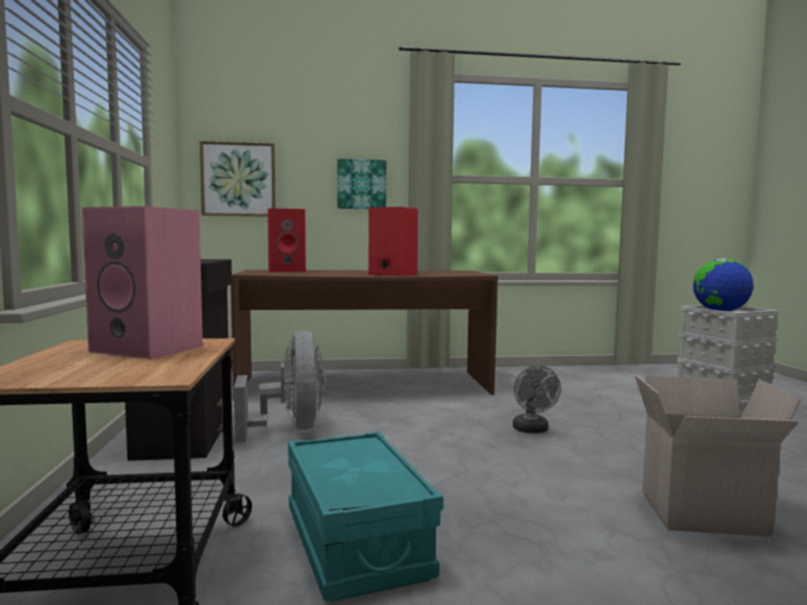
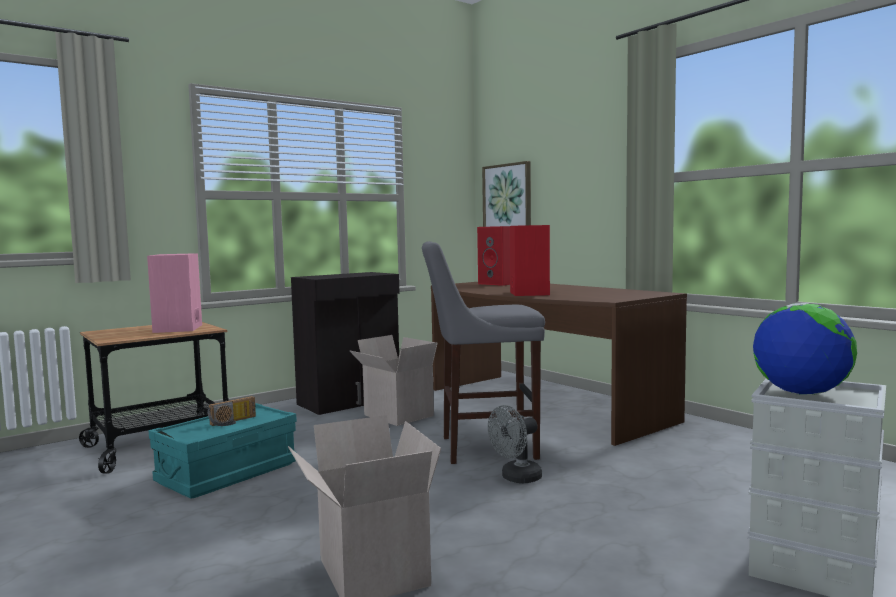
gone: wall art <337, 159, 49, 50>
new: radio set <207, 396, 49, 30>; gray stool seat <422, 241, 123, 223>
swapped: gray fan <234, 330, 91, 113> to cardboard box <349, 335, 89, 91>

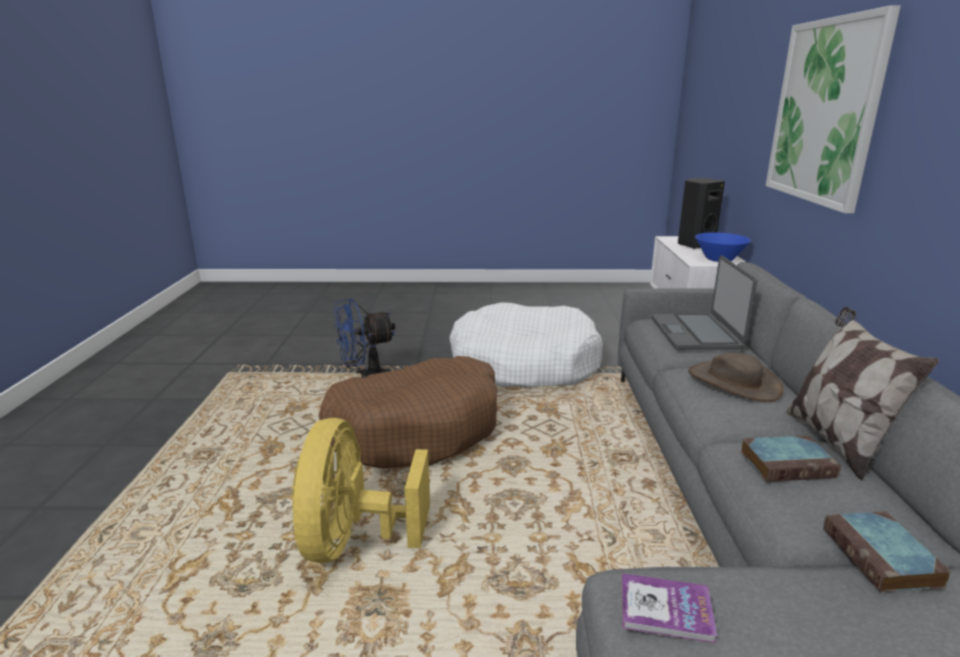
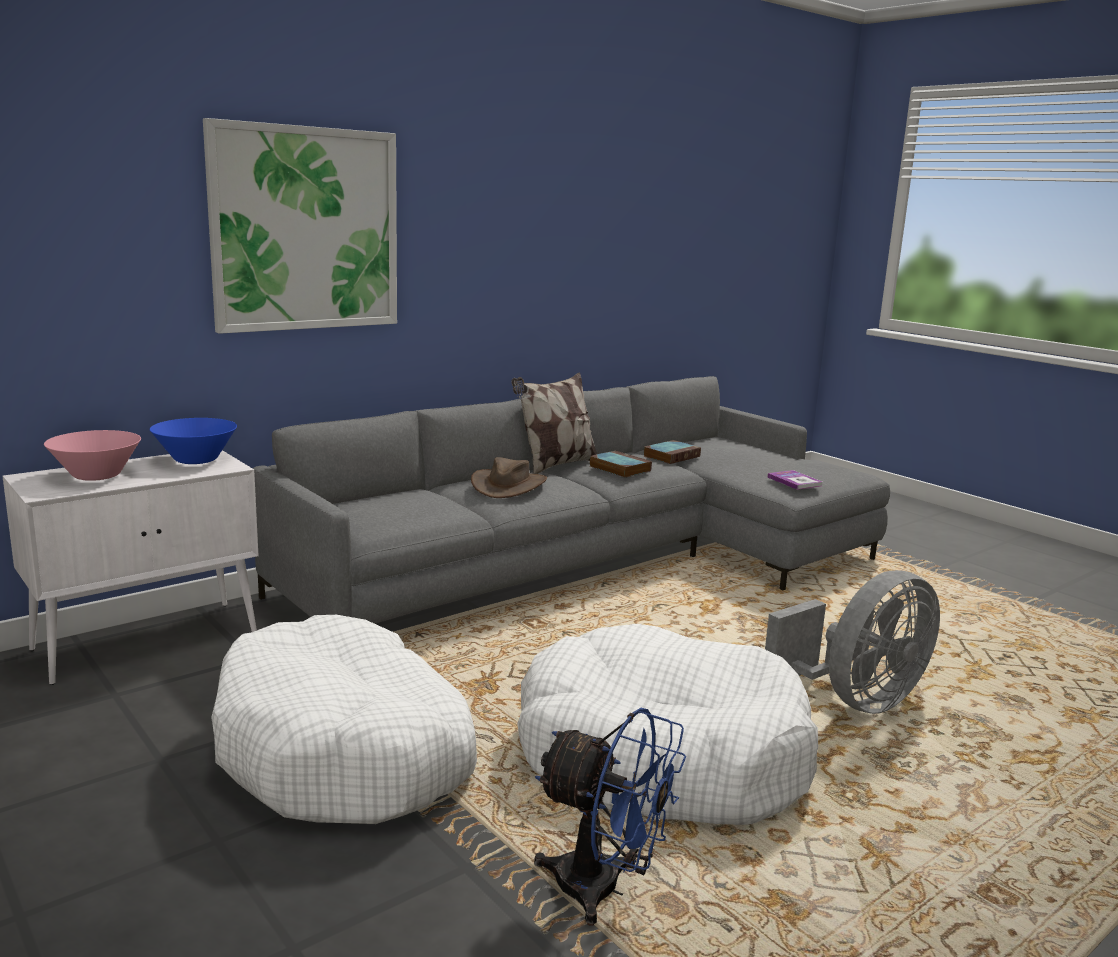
gone: portable computer <652, 255, 105, 95>
swapped: black audio speaker <678, 178, 47, 71> to pinkish serving bowl <44, 430, 97, 51>
repainted: yellowish fan <291, 418, 139, 145> to gray fan <765, 570, 175, 144>; brownish dog bed <319, 356, 178, 113> to whitish dog bed <517, 624, 301, 201>

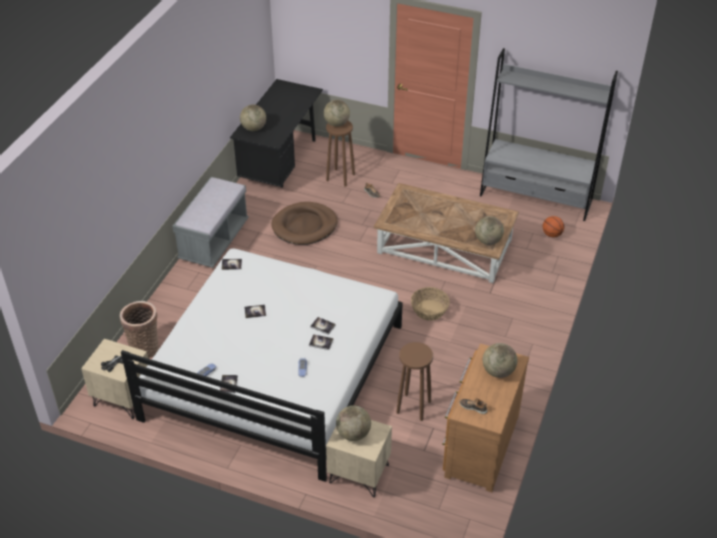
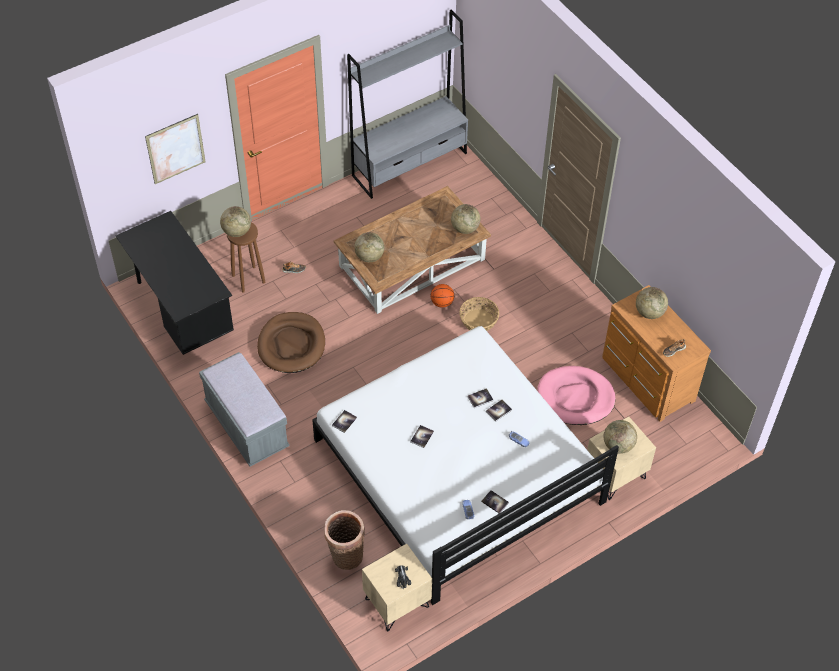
new: wall art <145, 114, 61, 70>
shifted: globe <240, 104, 26, 27> to <354, 232, 30, 30>; ball for basketball <543, 216, 21, 21> to <431, 284, 23, 24>
swapped: brownish stool seat <396, 342, 37, 79> to pinkish dog bed <537, 366, 78, 59>

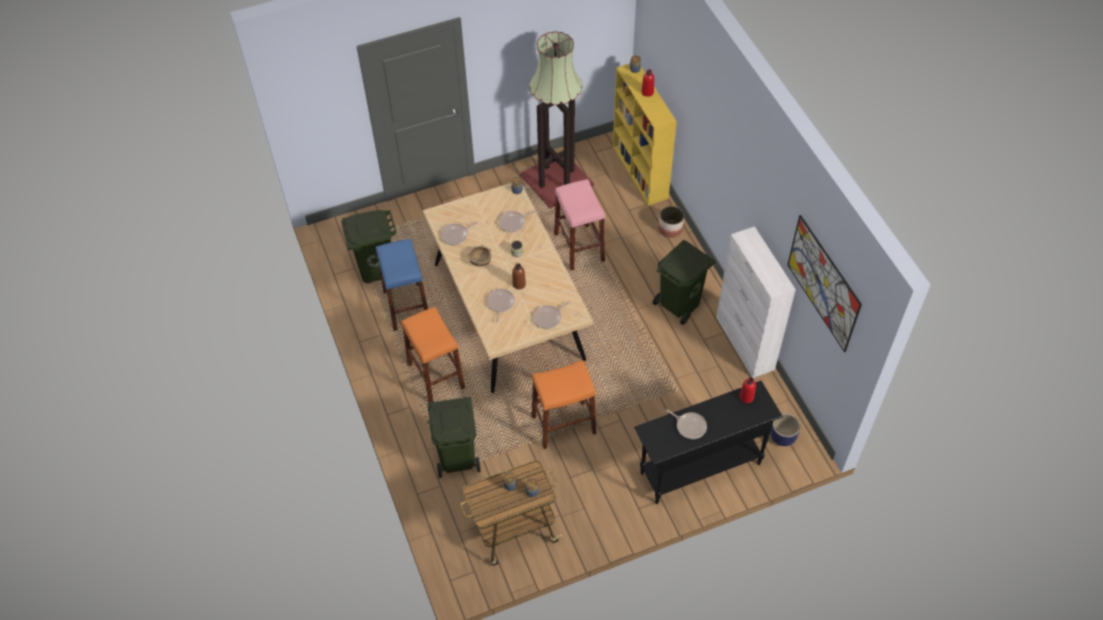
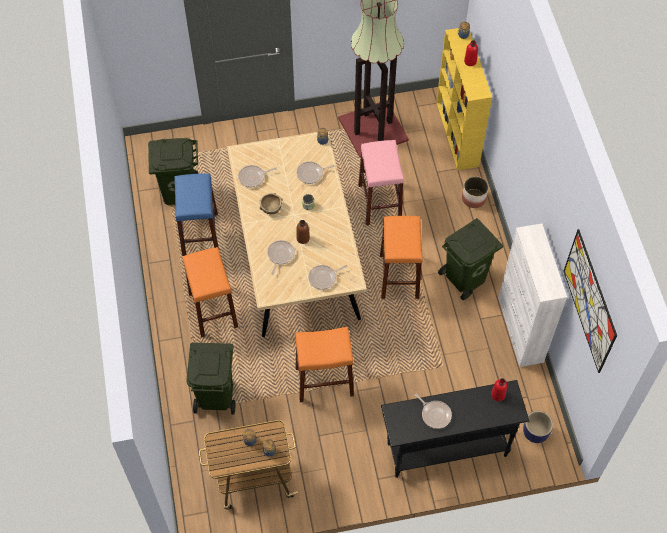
new: orange stool seat <380, 216, 43, 83>

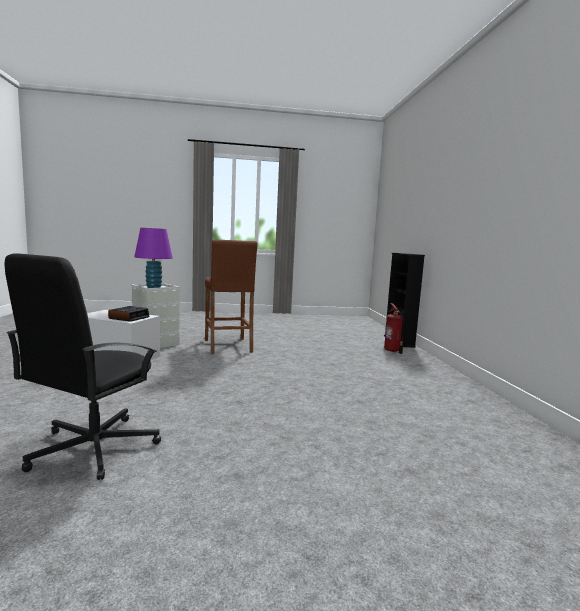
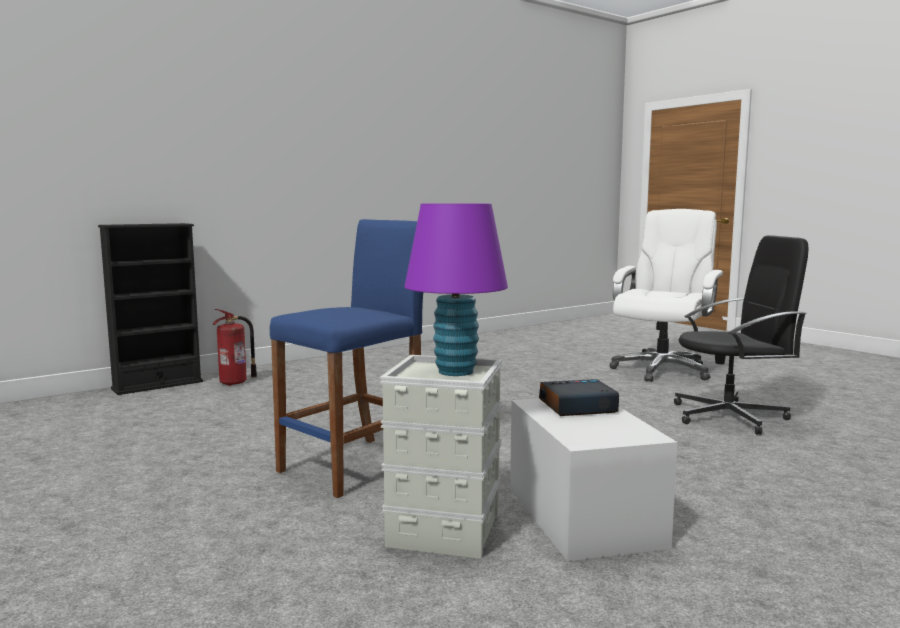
new: whitish computer chair <609, 209, 114, 173>
repainted: brownish stool seat <205, 239, 53, 115> to blue stool seat <270, 219, 153, 279>

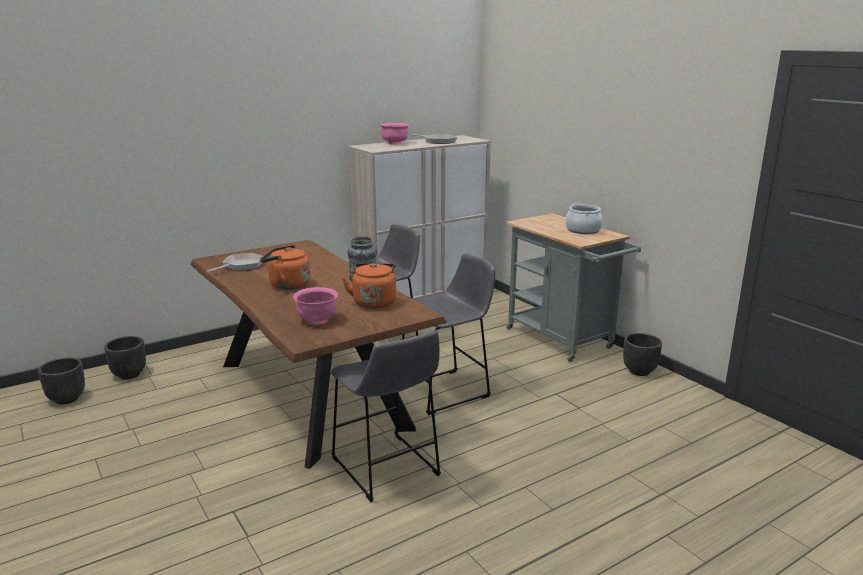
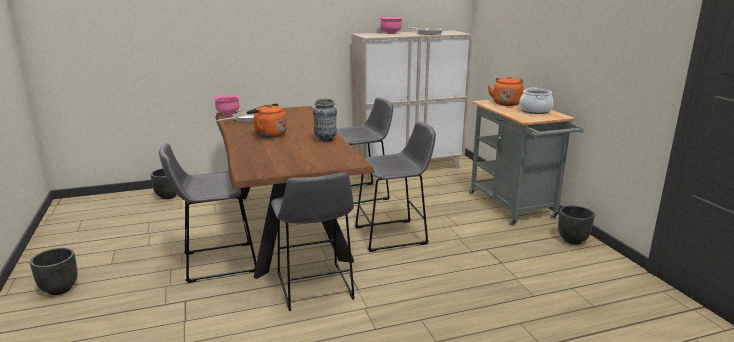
new: gray stool seat <159, 143, 98, 140>
shifted: black planter <38, 357, 47, 48> to <30, 248, 48, 47>; pinkish serving bowl <293, 287, 45, 37> to <213, 95, 27, 20>; orange kettle <342, 263, 54, 46> to <488, 76, 36, 30>

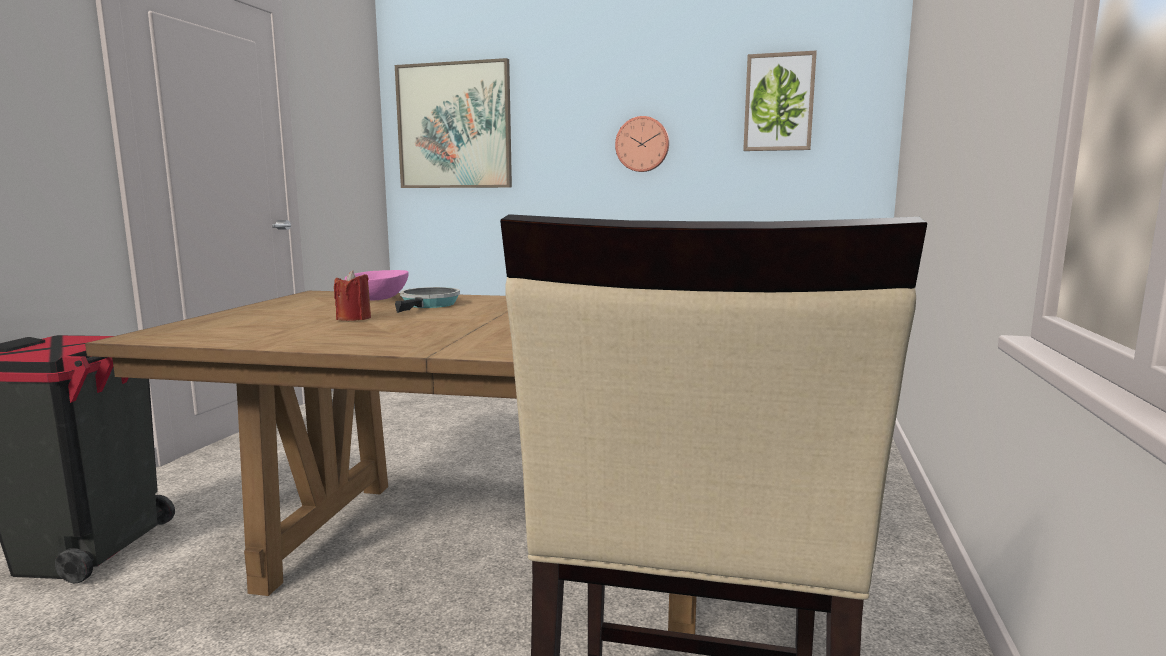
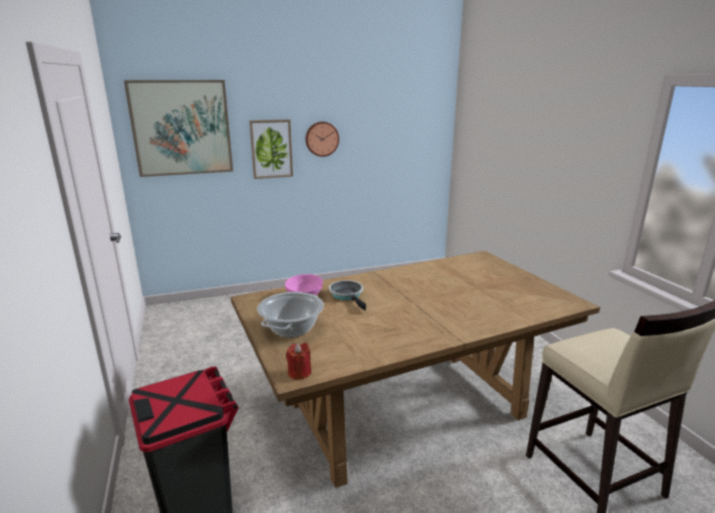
new: cooking pot <257, 292, 67, 46>
shifted: red wax candle <334, 270, 37, 51> to <286, 342, 26, 38>; wall art <743, 50, 74, 101> to <249, 119, 44, 60>

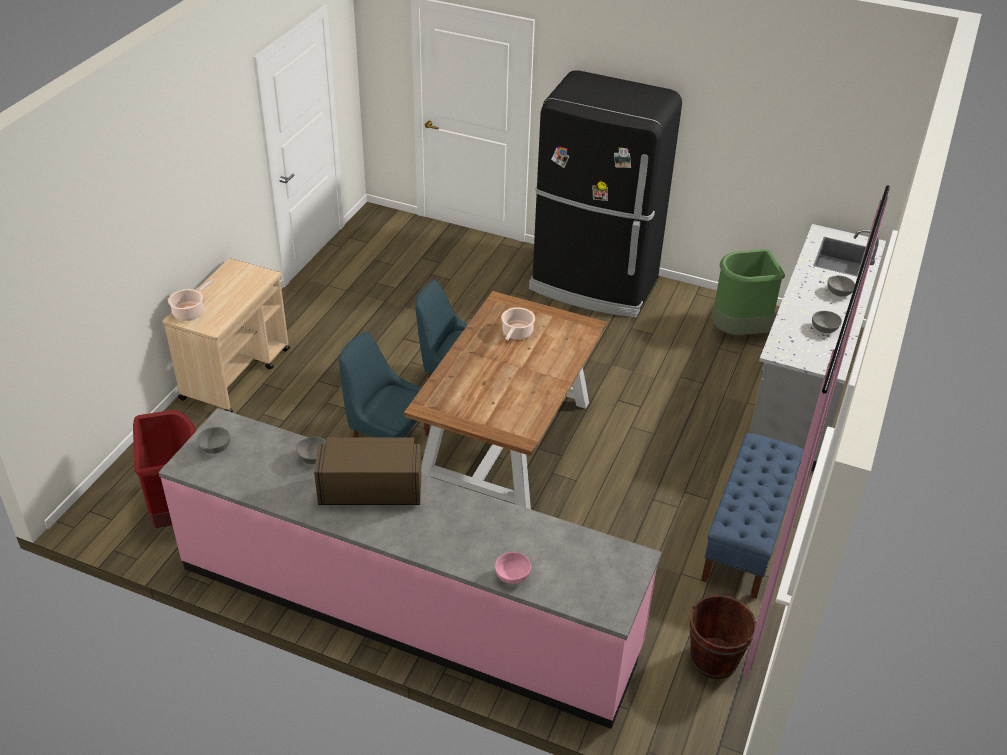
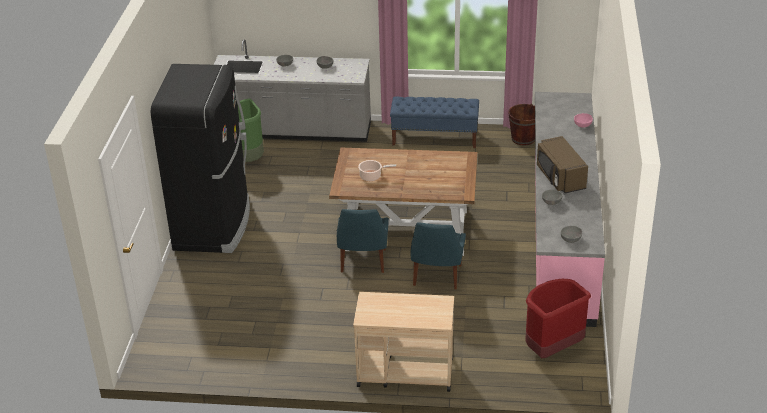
gone: cooking pot <168, 279, 46, 42>

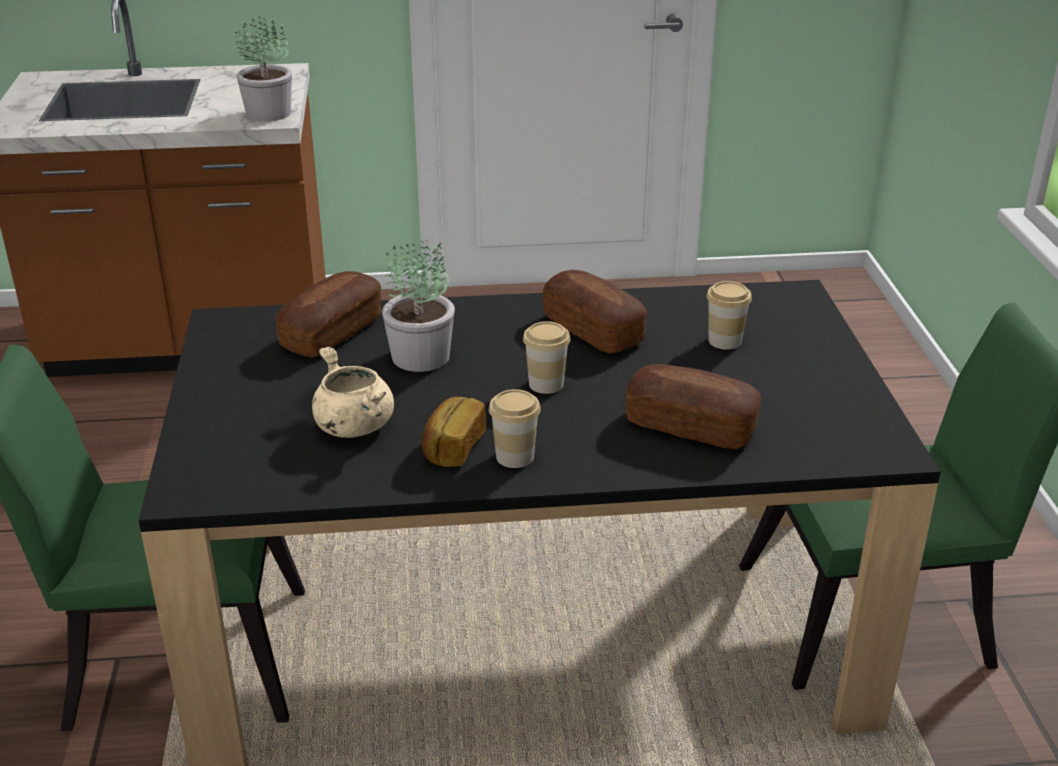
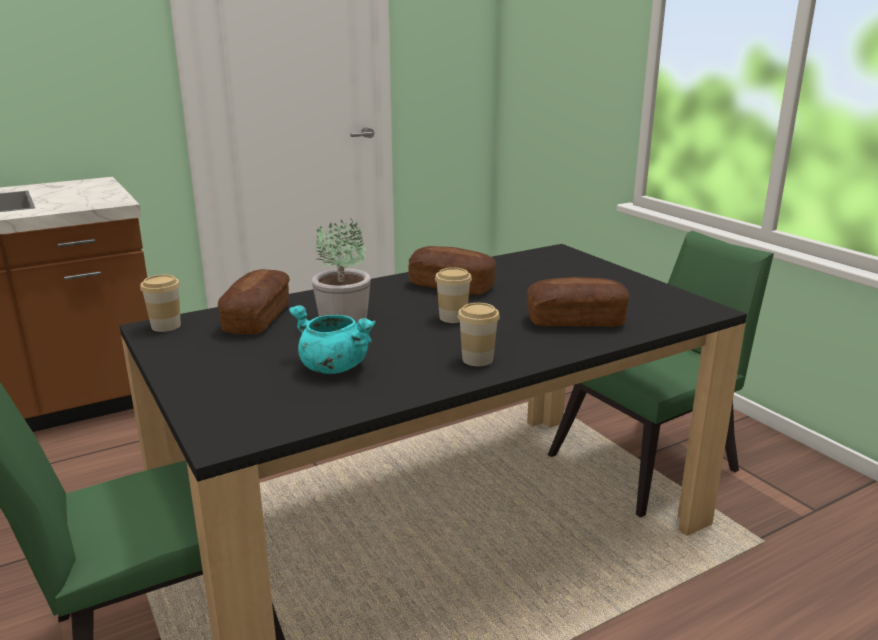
gone: houseplant <235, 16, 57, 106>; bread <421, 397, 65, 70>
shifted: drinking cup <707, 281, 45, 69> to <140, 275, 41, 57>
repainted: sand-coloured cooking pot <312, 347, 82, 91> to turquoise-coloured cooking pot <289, 305, 87, 69>

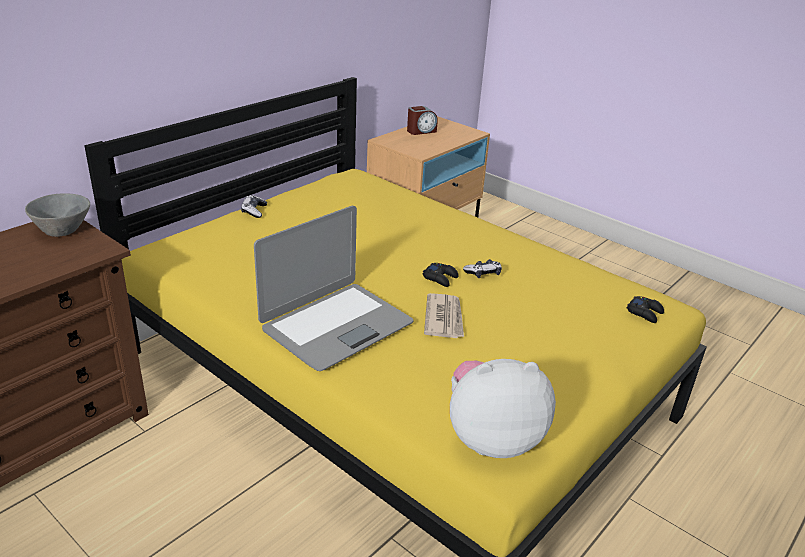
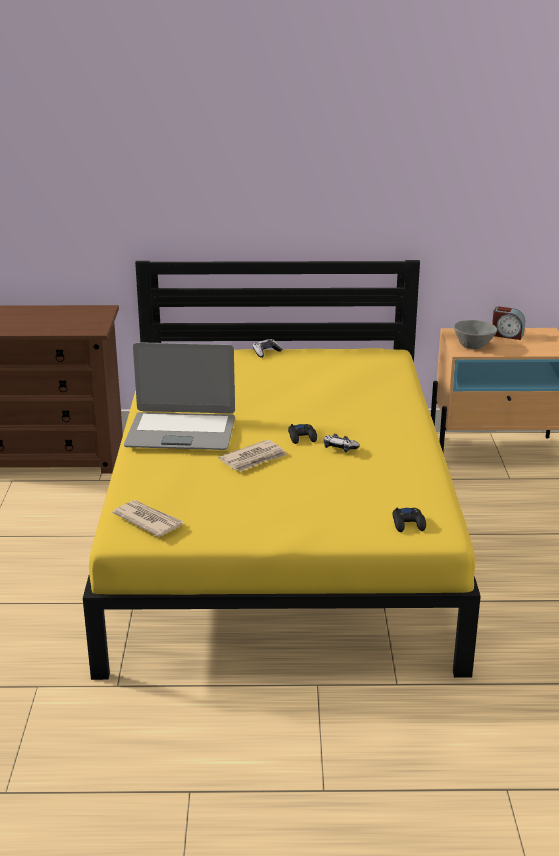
shifted: gray serving bowl <25, 193, 65, 44> to <454, 320, 43, 29>
swapped: cuddly toy <450, 359, 106, 99> to printed paper <112, 500, 72, 37>

